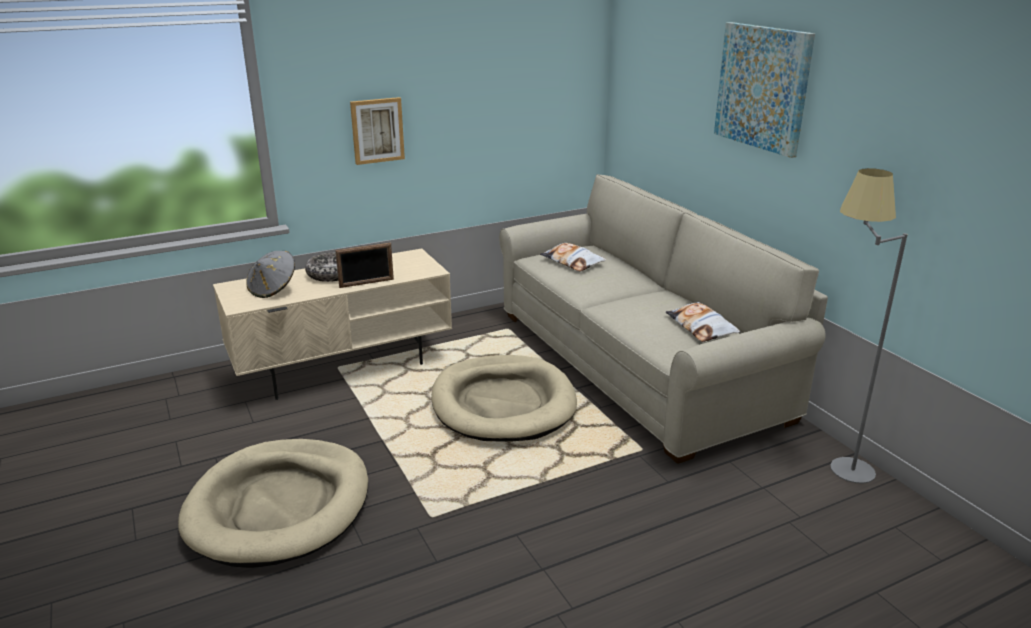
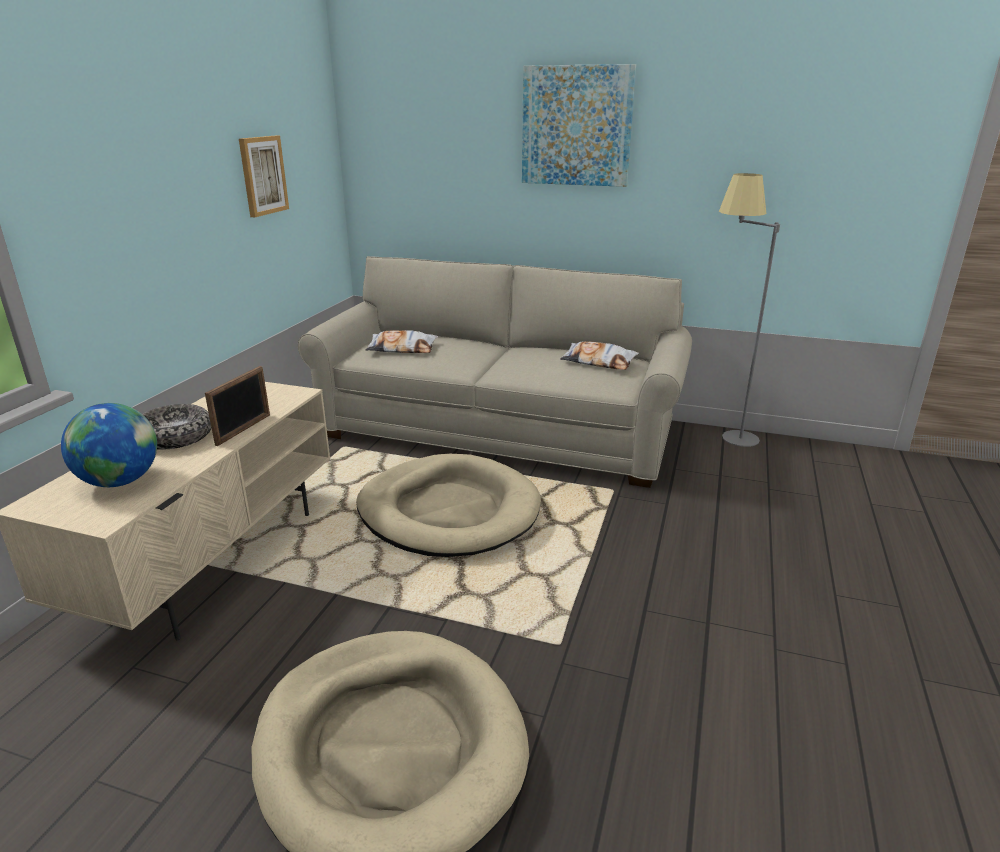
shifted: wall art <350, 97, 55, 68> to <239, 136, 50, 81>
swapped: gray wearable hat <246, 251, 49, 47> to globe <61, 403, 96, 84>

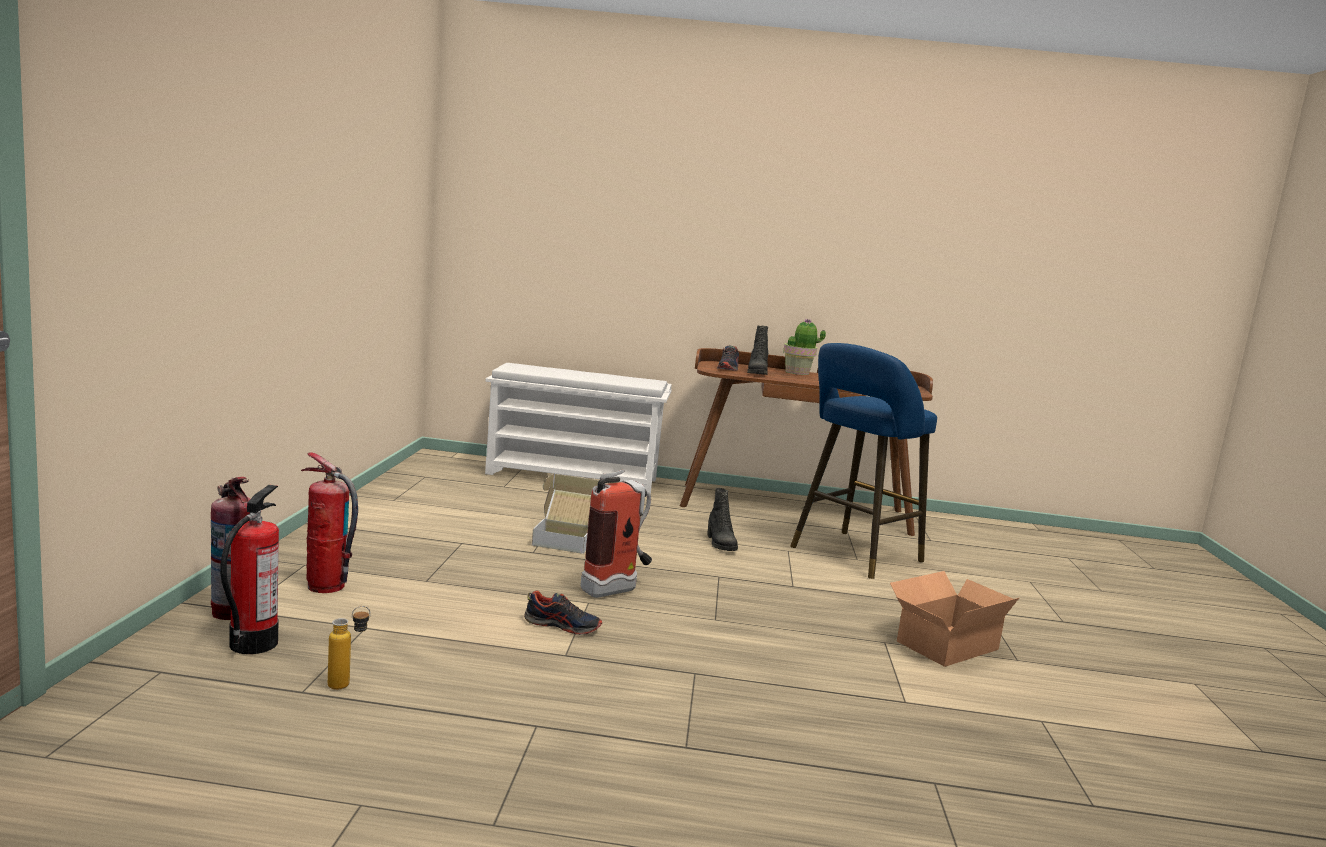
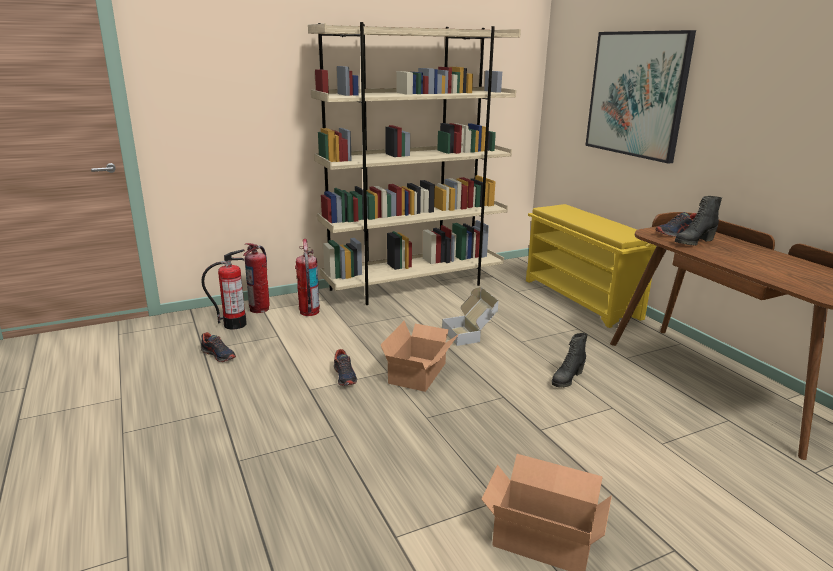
gone: houseplant <783, 319, 43, 56>; blue stool seat <790, 343, 147, 236>
new: sand-coloured bookcase <308, 22, 213, 283>; wall art <585, 30, 111, 134>
swapped: drink bottle <328, 606, 43, 84> to shoe <201, 332, 35, 30>; fire-fighting cylinder <580, 470, 72, 128> to cardboard box <381, 321, 78, 71>
repainted: whitish shoe rack <485, 363, 187, 131> to yellowish shoe rack <526, 204, 130, 124>

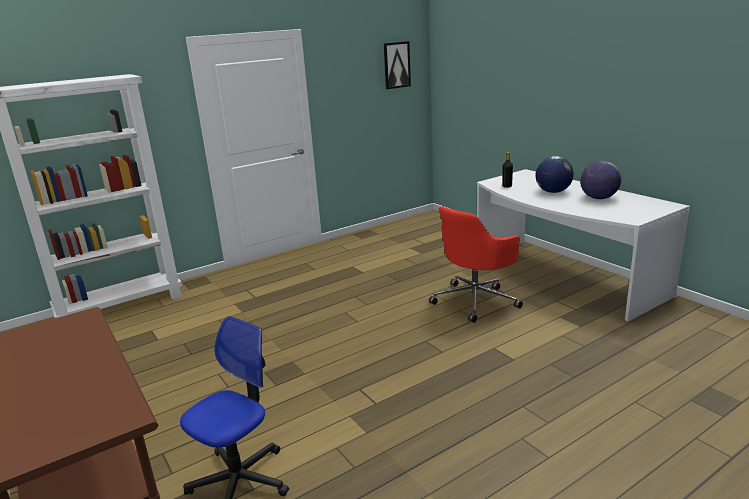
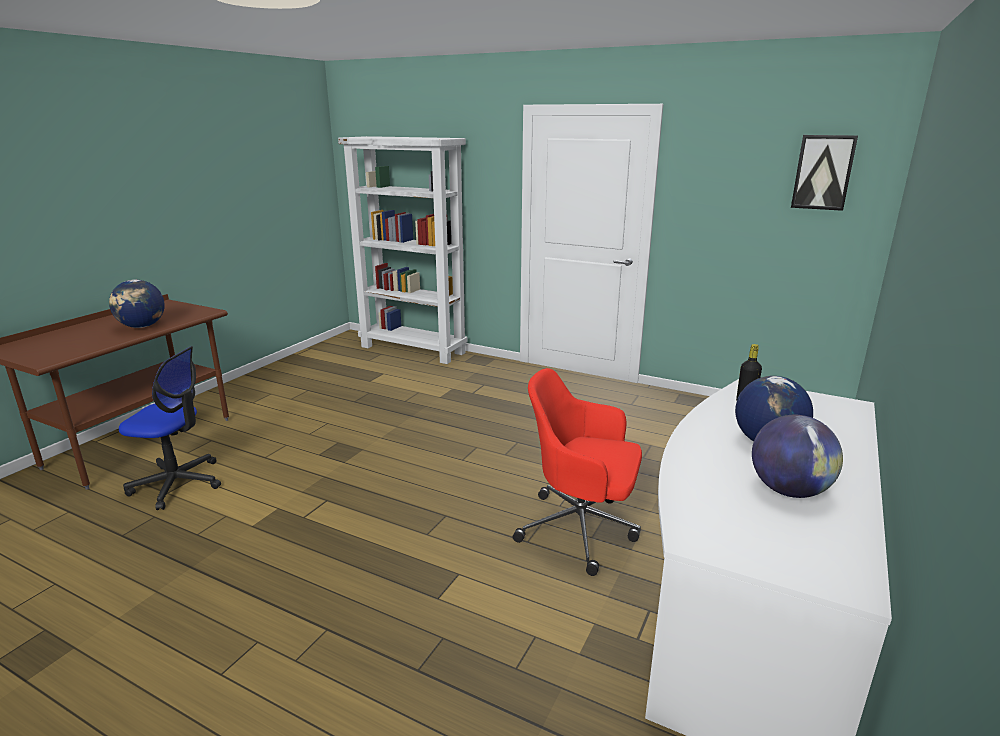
new: globe <109, 280, 56, 48>

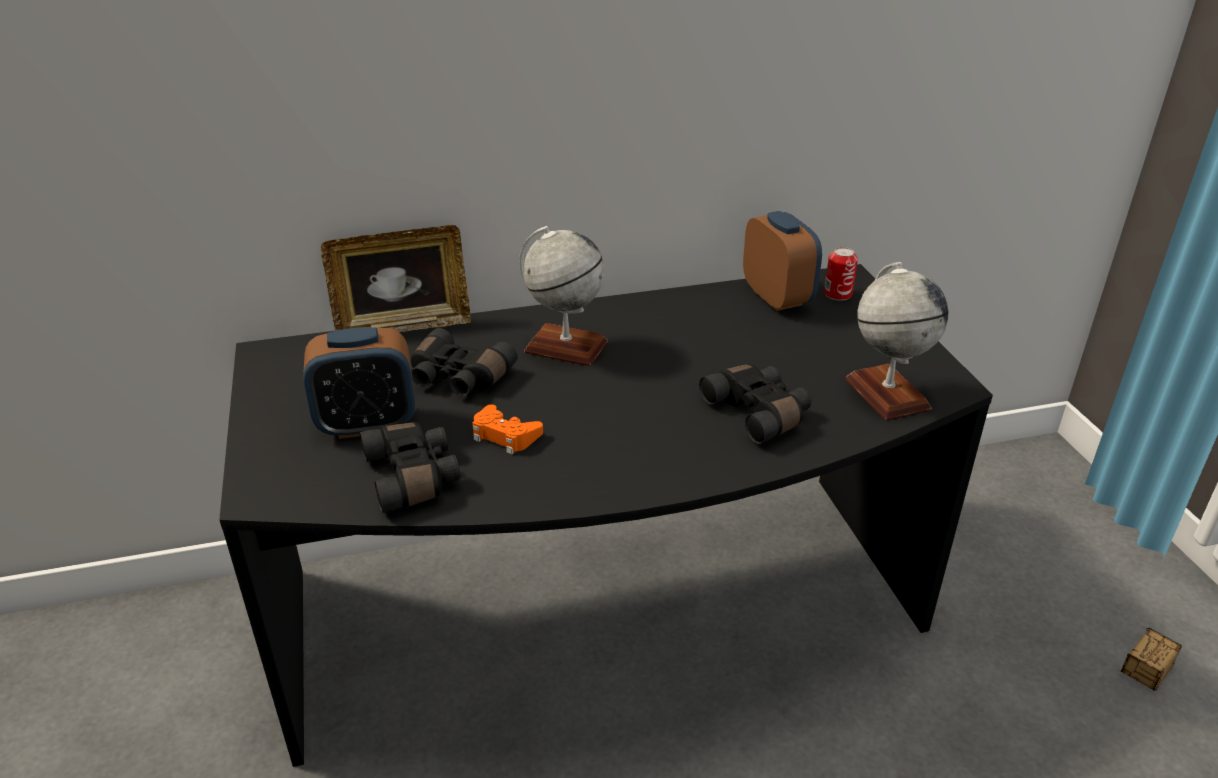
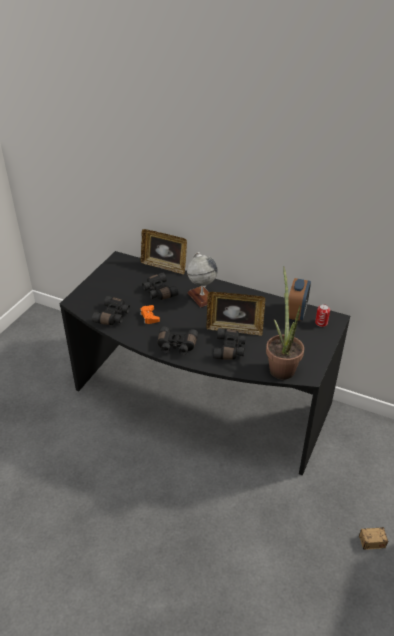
gone: alarm clock <303, 327, 112, 112>
new: black binoculars <158, 326, 41, 29>; standing frame <206, 292, 59, 44>
swapped: globe <845, 262, 103, 158> to houseplant <266, 266, 38, 114>

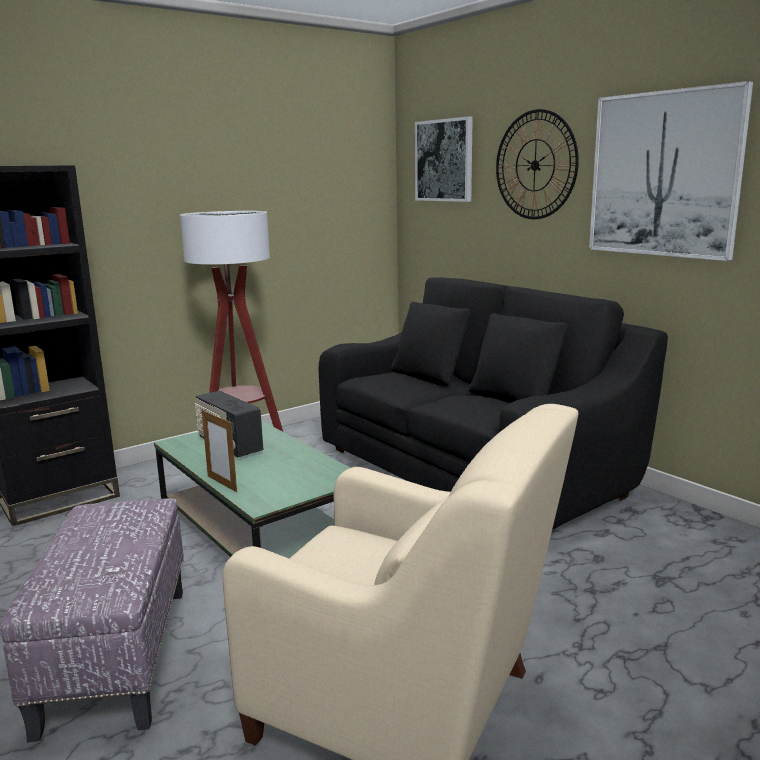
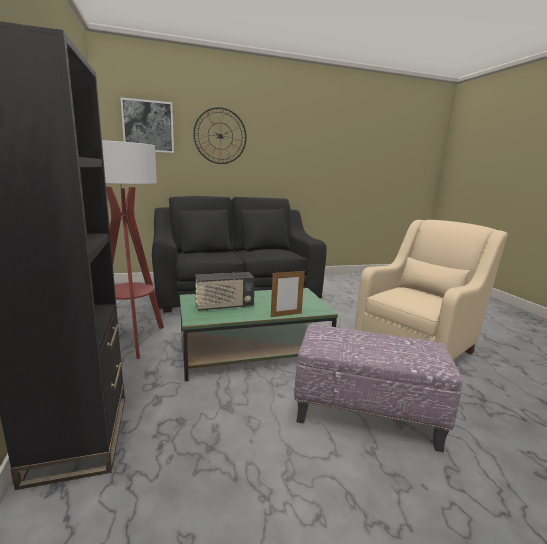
gone: wall art <589, 81, 164, 180>

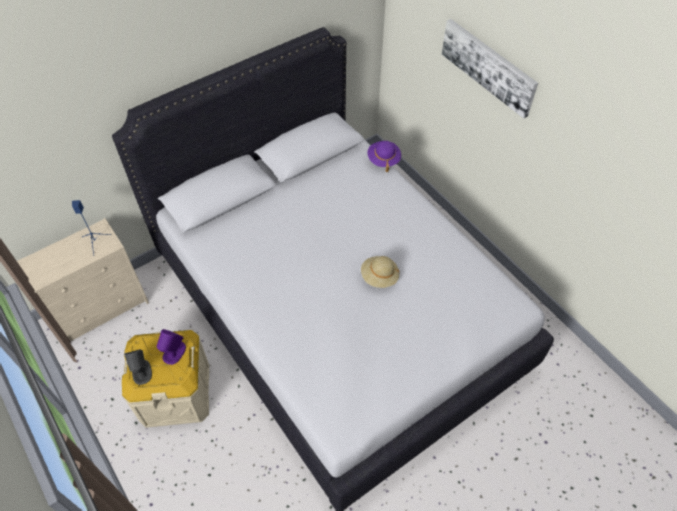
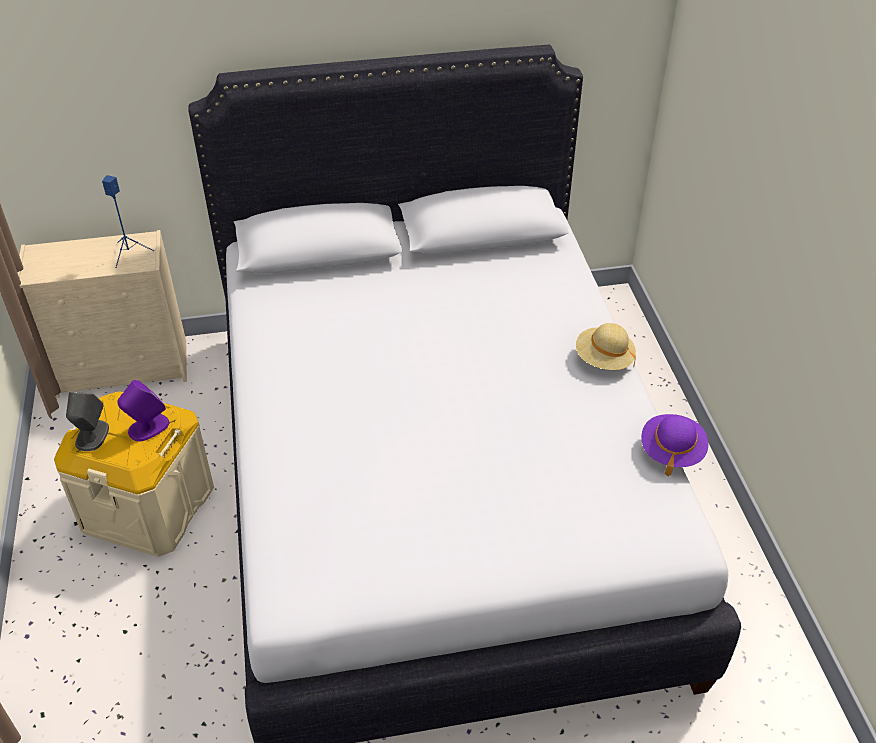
gone: wall art <442, 19, 96, 99>
shifted: sand-coloured wearable hat <361, 256, 38, 32> to <576, 323, 60, 47>; purple wearable hat <368, 141, 33, 31> to <641, 414, 67, 62>

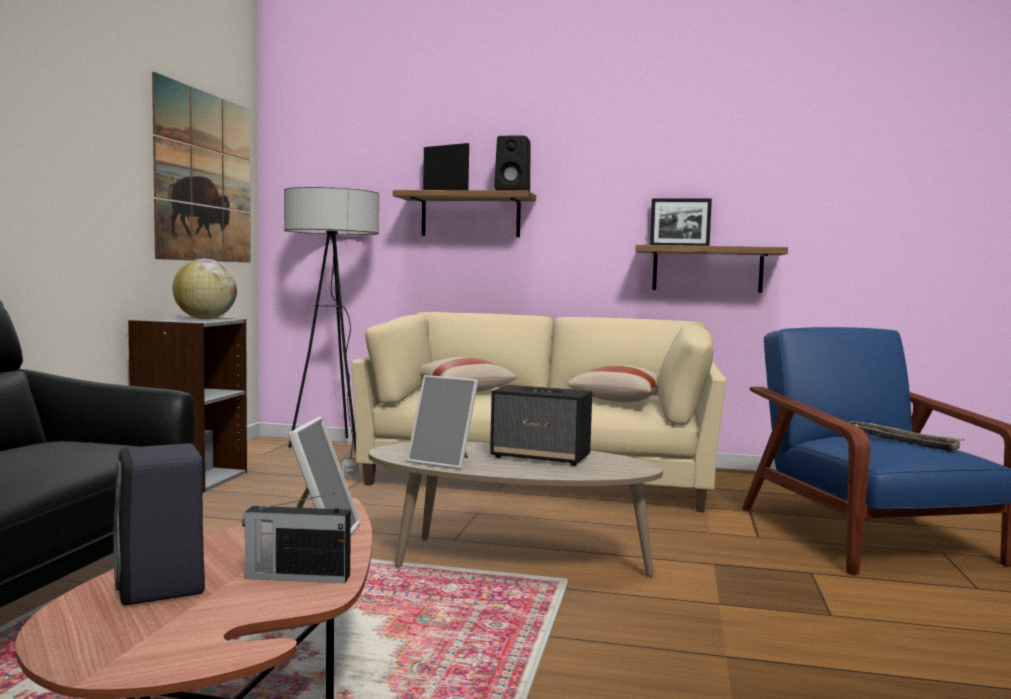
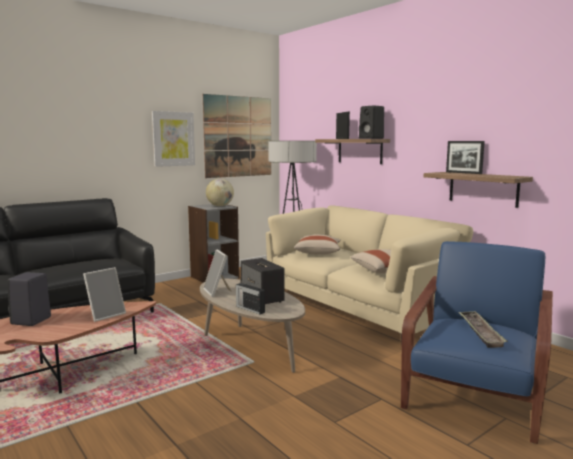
new: wall art <152, 111, 43, 56>
shifted: radio set <242, 493, 109, 90> to <236, 283, 29, 31>

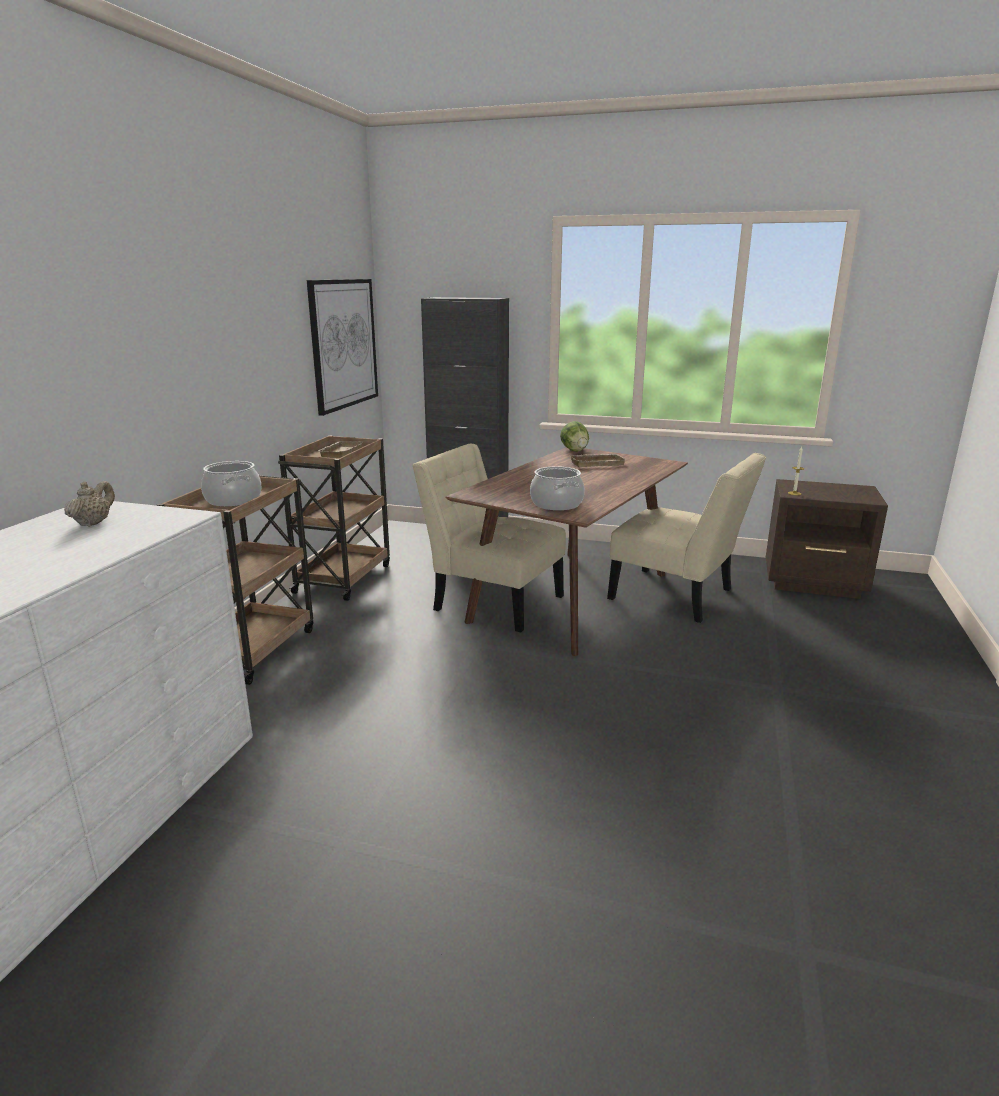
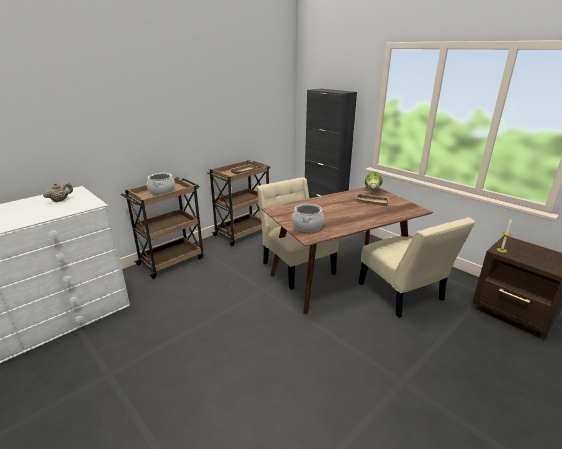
gone: wall art <307, 279, 71, 137>

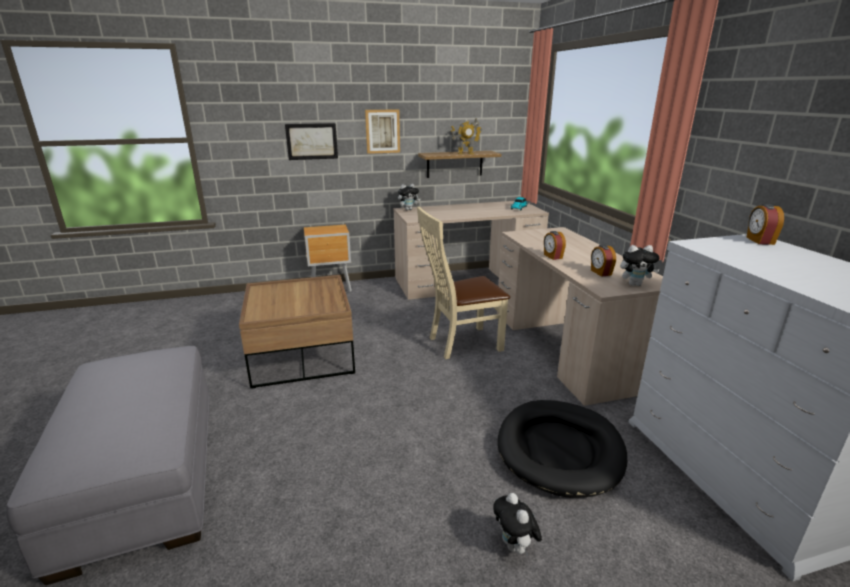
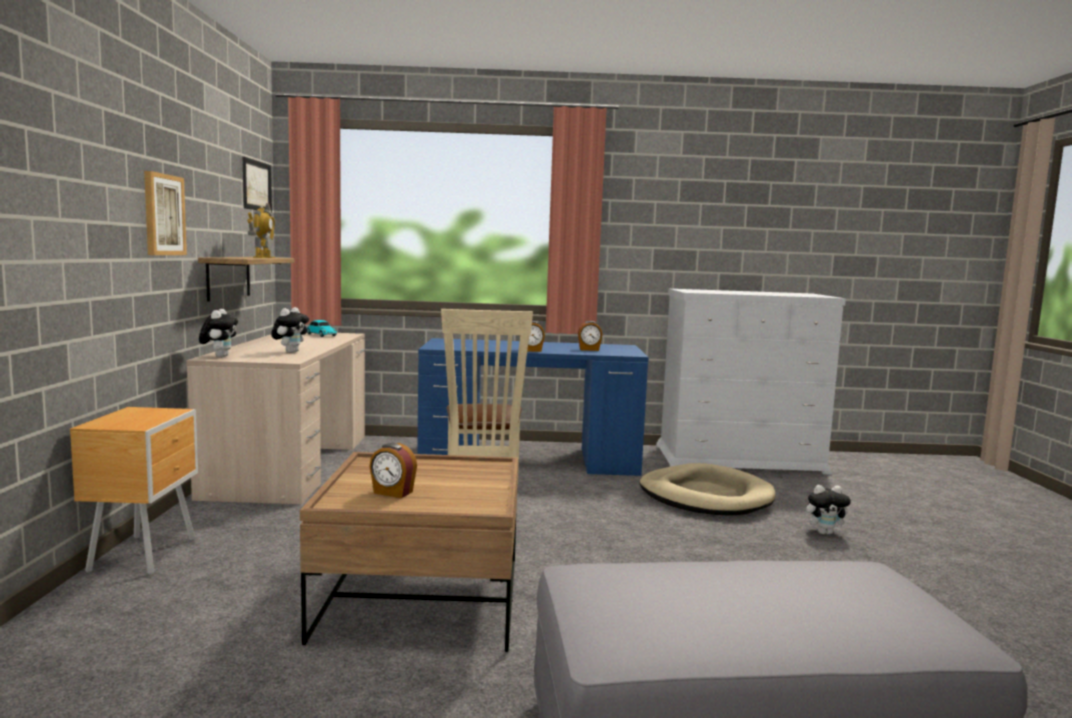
shifted: wall art <285, 123, 53, 37> to <243, 157, 29, 55>; cuddly toy <620, 245, 39, 41> to <271, 307, 38, 46>; alarm clock <746, 204, 38, 41> to <370, 443, 47, 55>
repainted: sand-coloured desk table <497, 227, 166, 179> to blue desk table <417, 338, 232, 138>; black dog bed <498, 400, 129, 98> to sand-coloured dog bed <639, 463, 137, 53>

